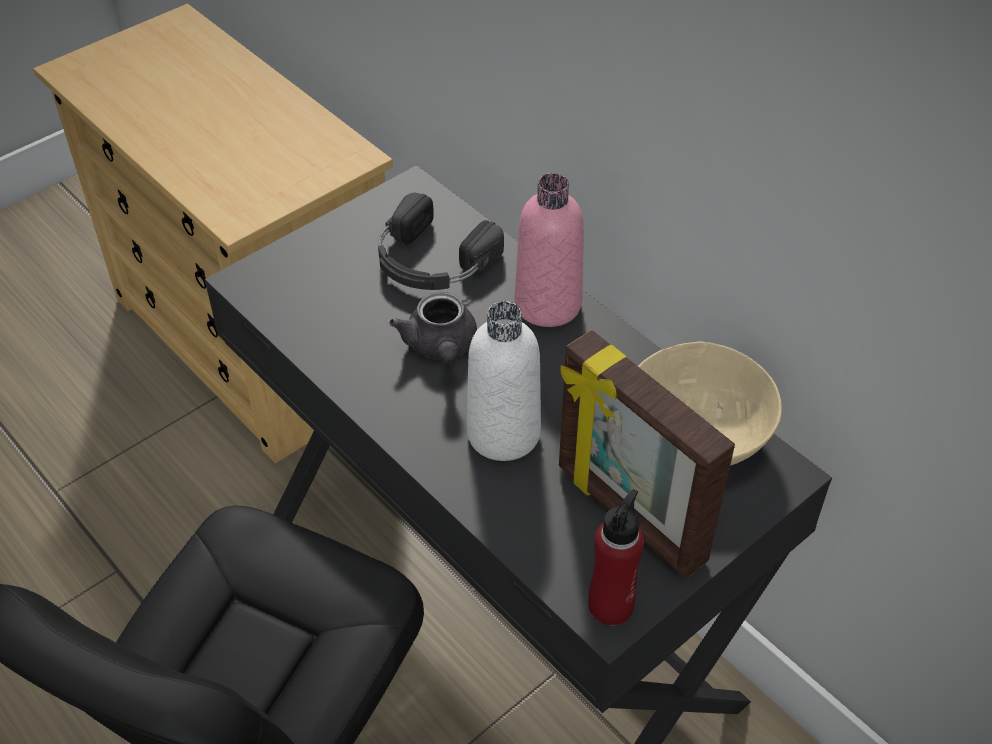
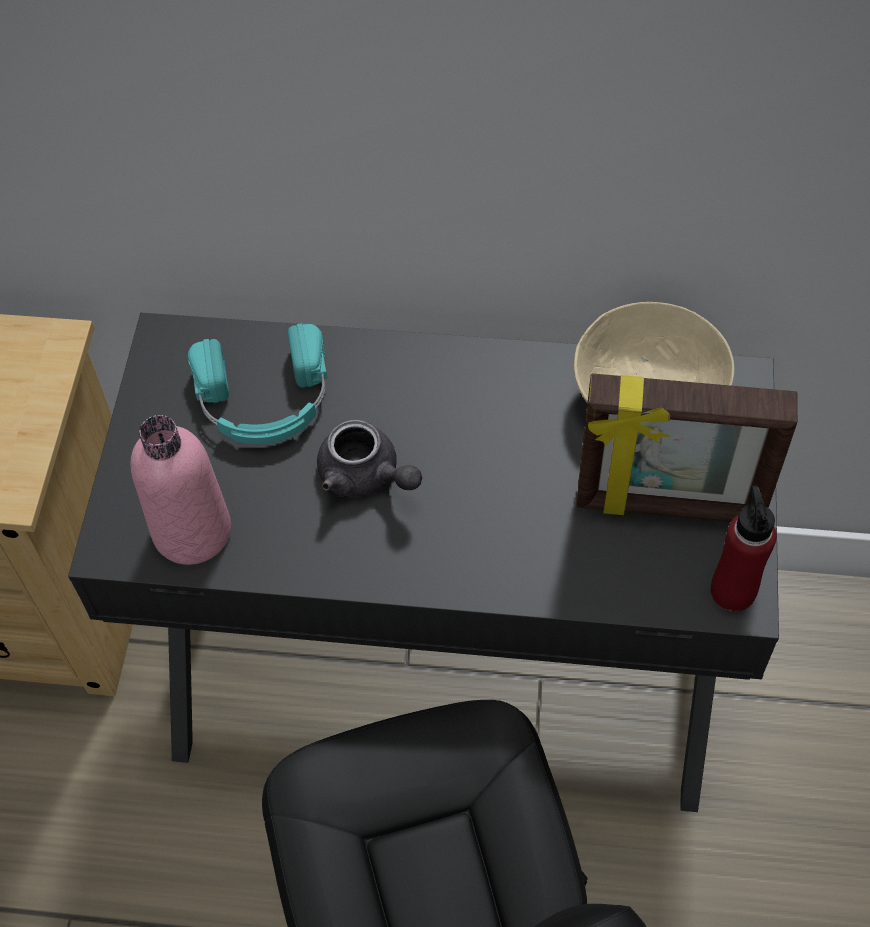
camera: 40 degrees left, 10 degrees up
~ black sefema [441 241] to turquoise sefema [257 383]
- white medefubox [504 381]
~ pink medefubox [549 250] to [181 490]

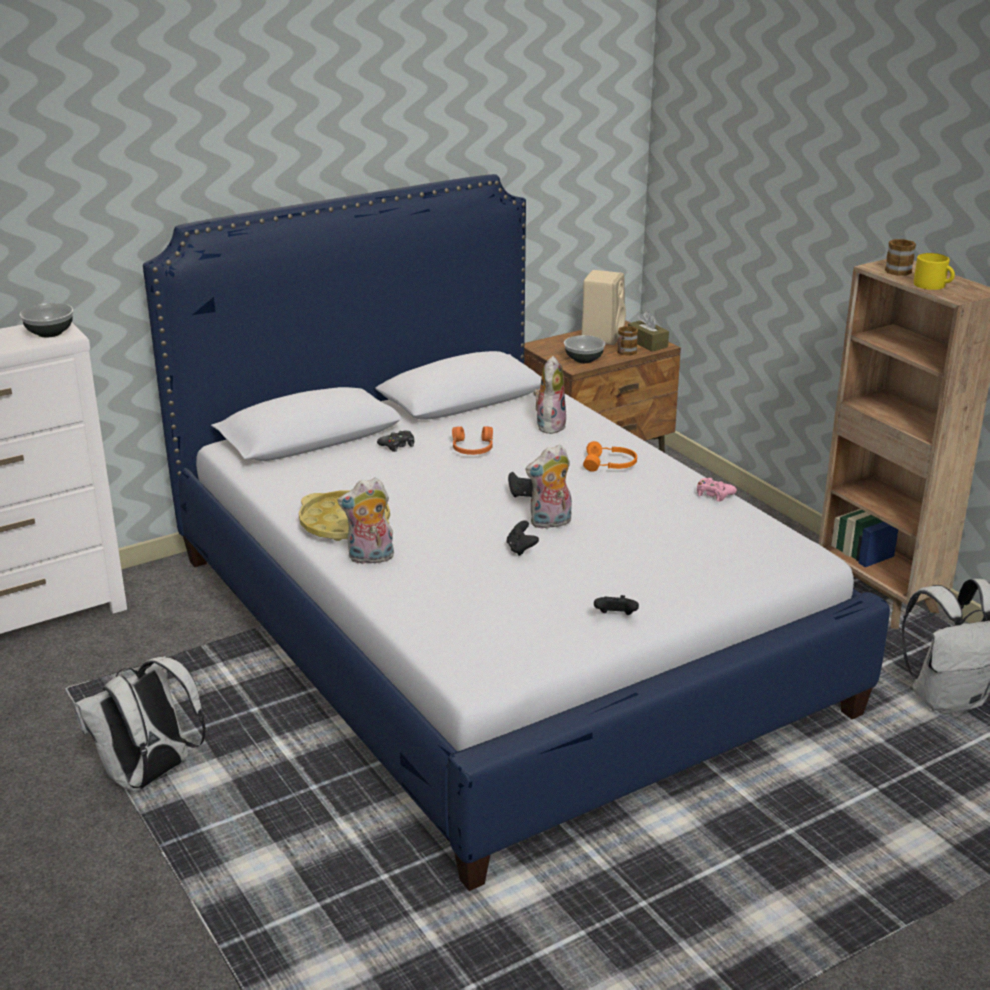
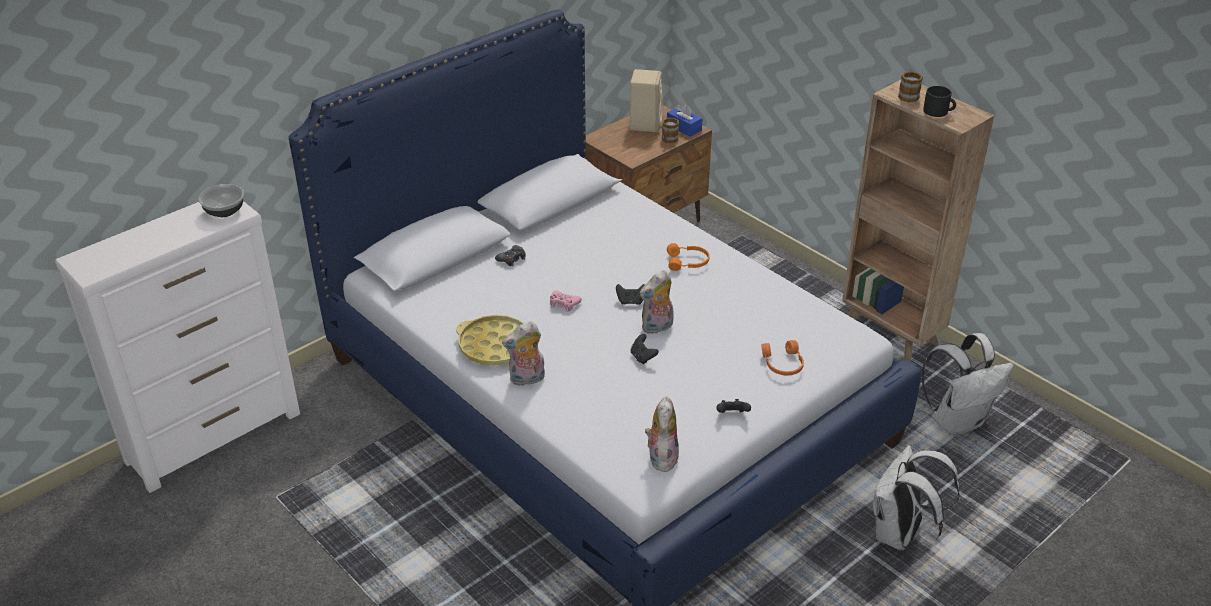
camera: 10 degrees left, 10 degrees up
~ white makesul [140 724] to [916 497]
~ orange sefema [472 440] to [782 357]
~ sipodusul [549 395] to [662 434]
- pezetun [584 349]
~ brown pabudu [648 331] to blue pabudu [685 120]
~ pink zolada [717 489] to [566 301]
~ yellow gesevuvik [934 271] to black gesevuvik [939 101]

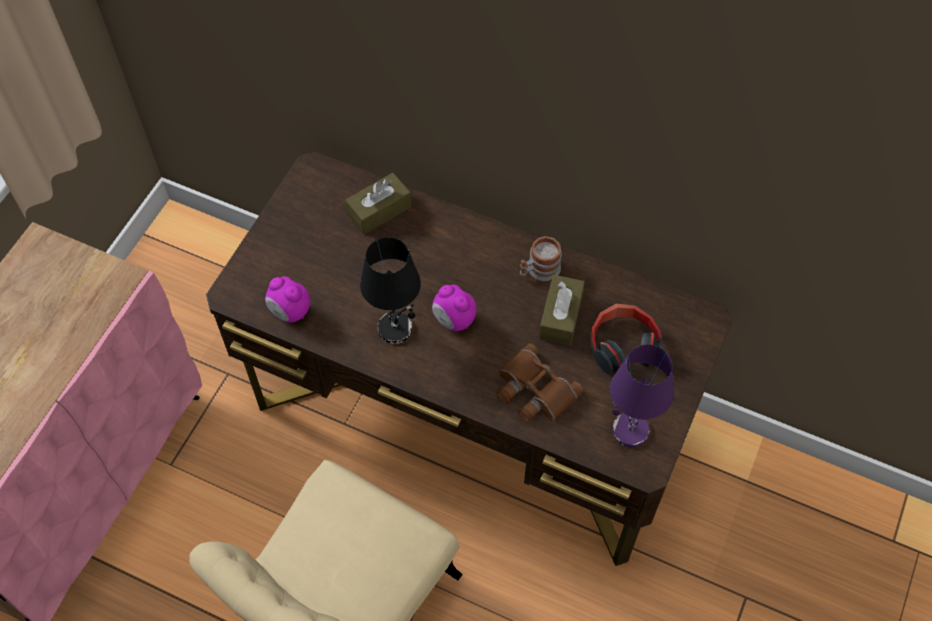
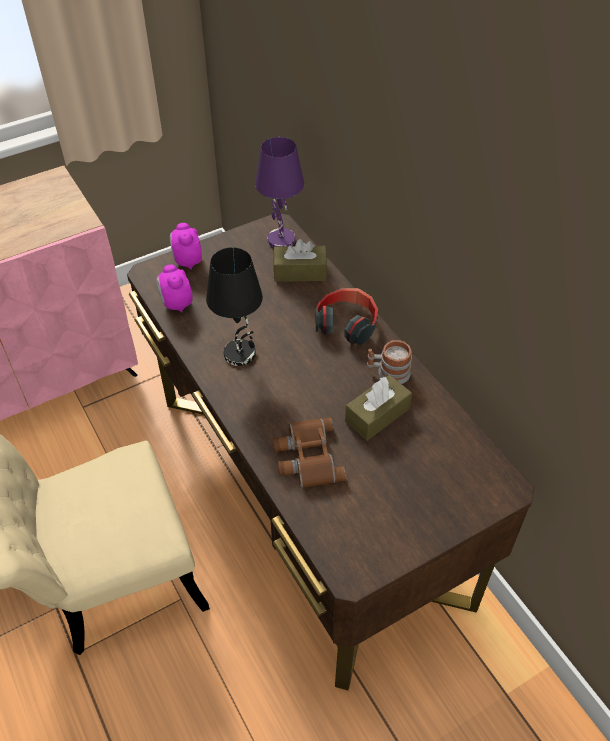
camera: 35 degrees right, 10 degrees down
~ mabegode [454 308] to [186 246]
~ sefema [626 339] to [347 316]
~ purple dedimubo [642 395] to [279 192]

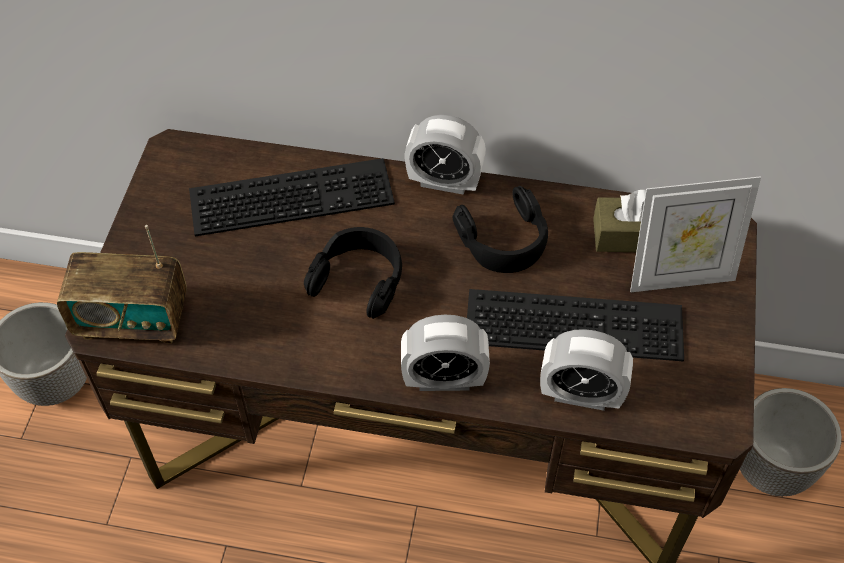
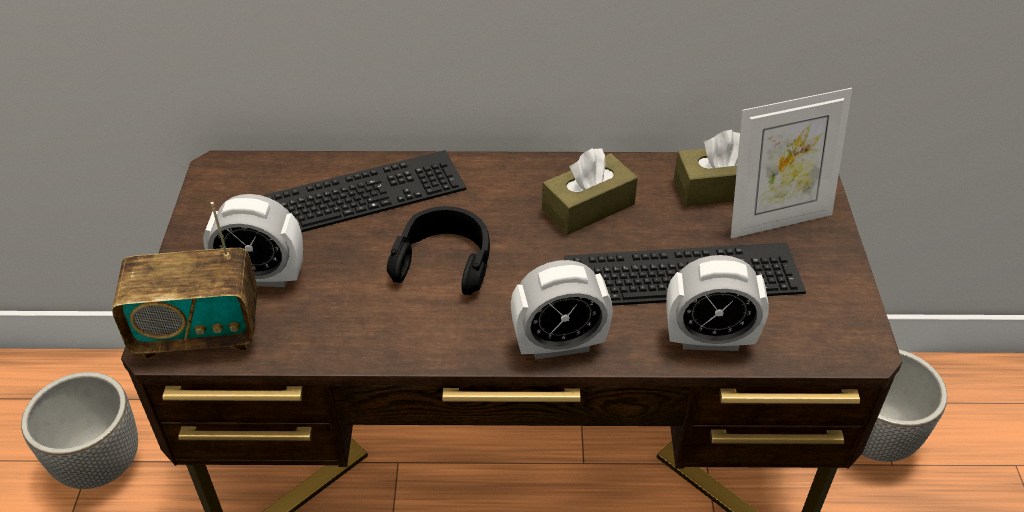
camera: 10 degrees left, 10 degrees down
~ mabegode [445 155] to [253 240]
~ black sefema [500 229] to brown pabudu [590 191]

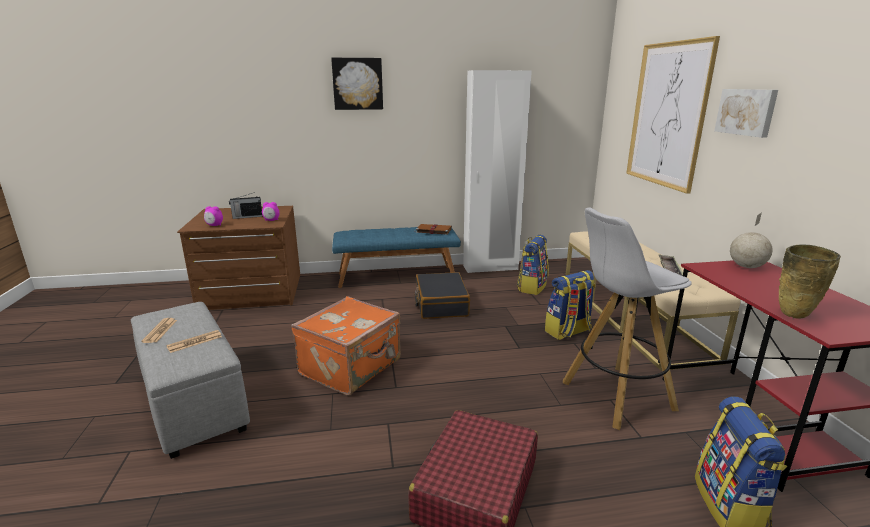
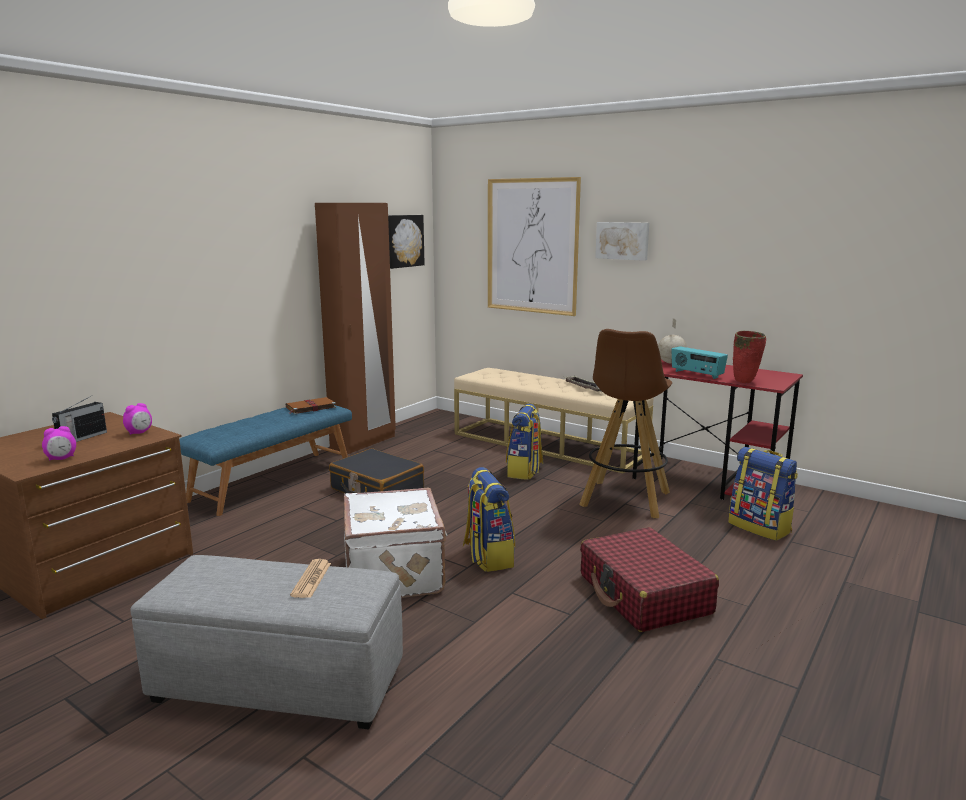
camera: 45 degrees left, 5 degrees down
- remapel [159 330]
~ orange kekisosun [346 345] to white kekisosun [396 542]
~ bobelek [357 84] to [406 242]
~ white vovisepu [497 171] to brown vovisepu [355 328]
~ makesul [533 265] to [489 519]
~ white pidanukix [627 319] to brown pidanukix [625 424]
~ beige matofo [810 282] to red matofo [749 357]
+ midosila [700 362]

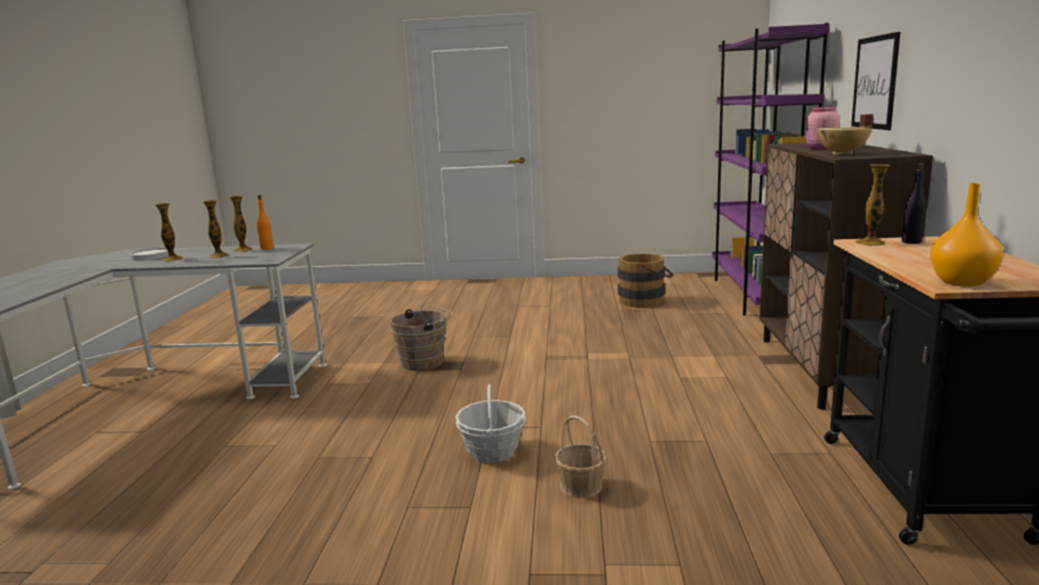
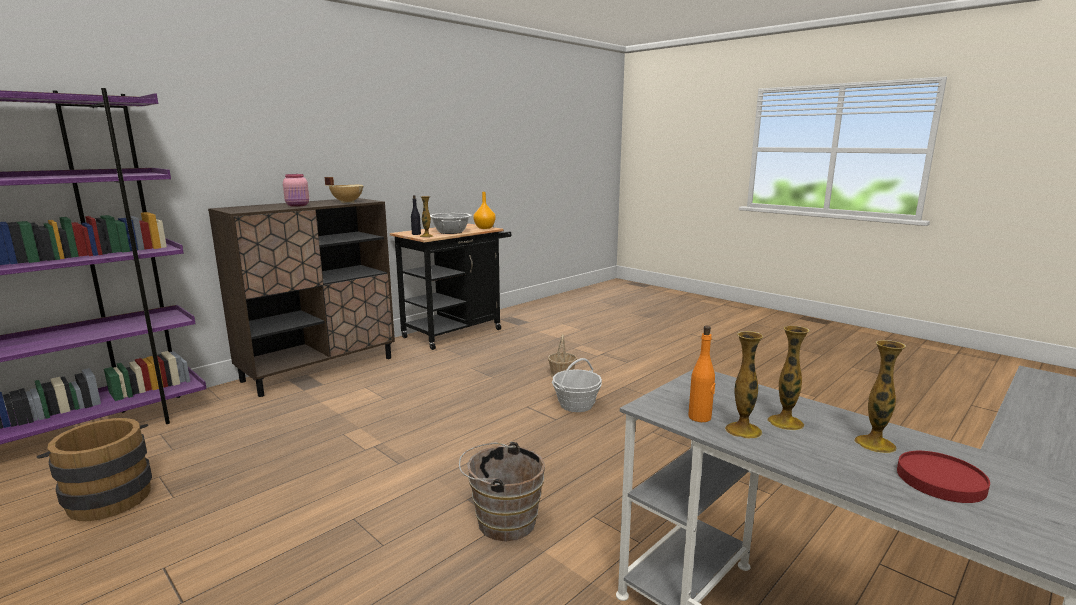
camera: 140 degrees left, 0 degrees up
~ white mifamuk [149 254] to red mifamuk [943 477]
- bobelek [875 81]
+ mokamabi [451 223]

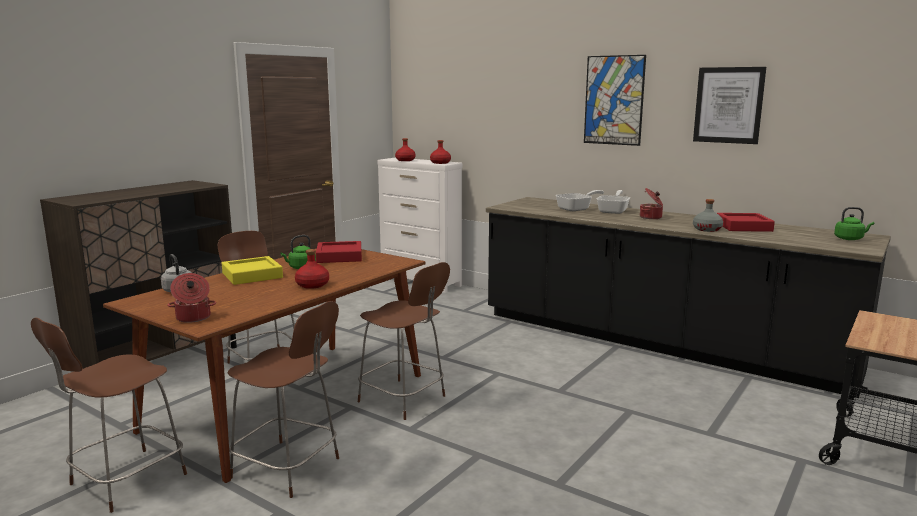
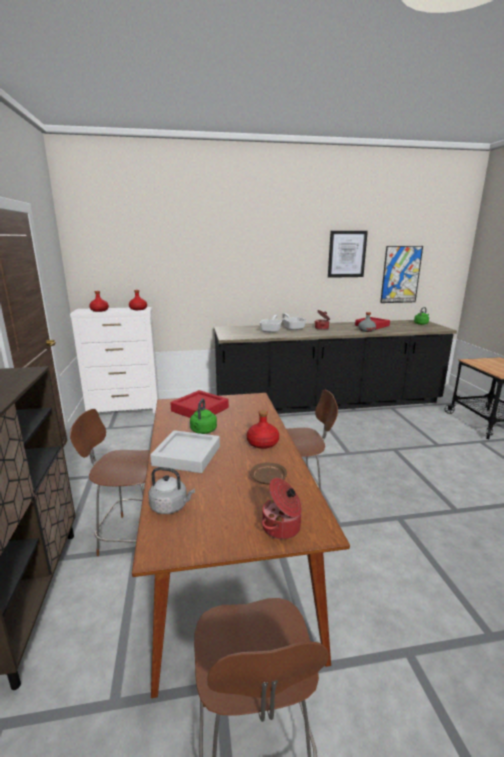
camera: 45 degrees left, 5 degrees up
~ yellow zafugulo [252 270] to grey zafugulo [185 451]
- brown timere [283 399]
~ bobelek [615 100] to [401 274]
+ brown mifamuk [268 473]

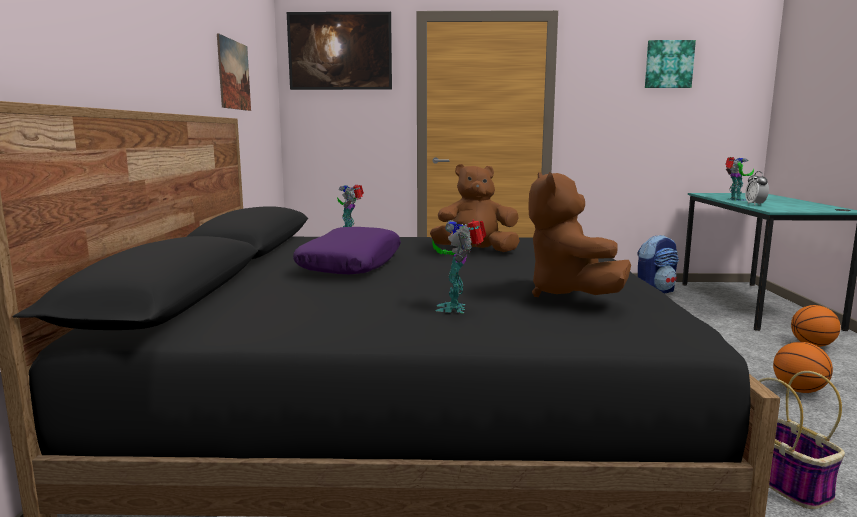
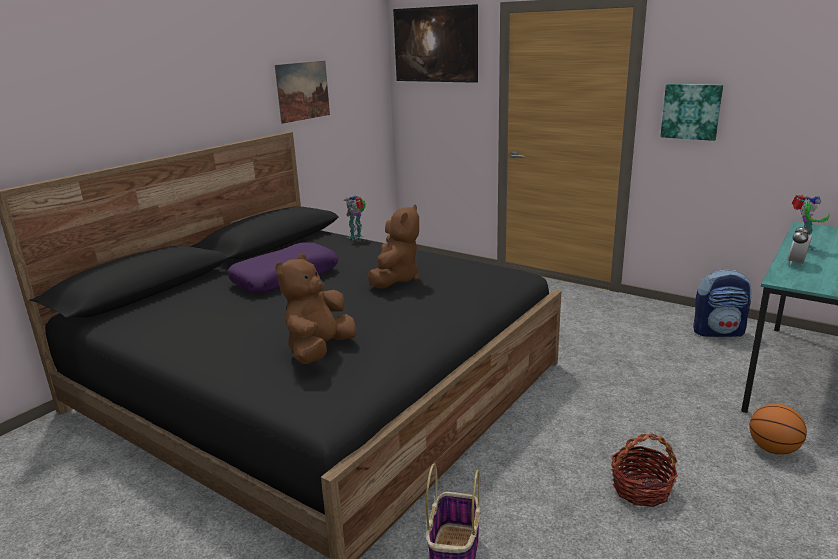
camera: 35 degrees right, 10 degrees up
~ brown sipodusul [475 208] = [393 246] 75 degrees clockwise
- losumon [459 266]
~ bobelek [670 64] to [691 112]
~ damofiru [803 367] to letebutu [644 470]

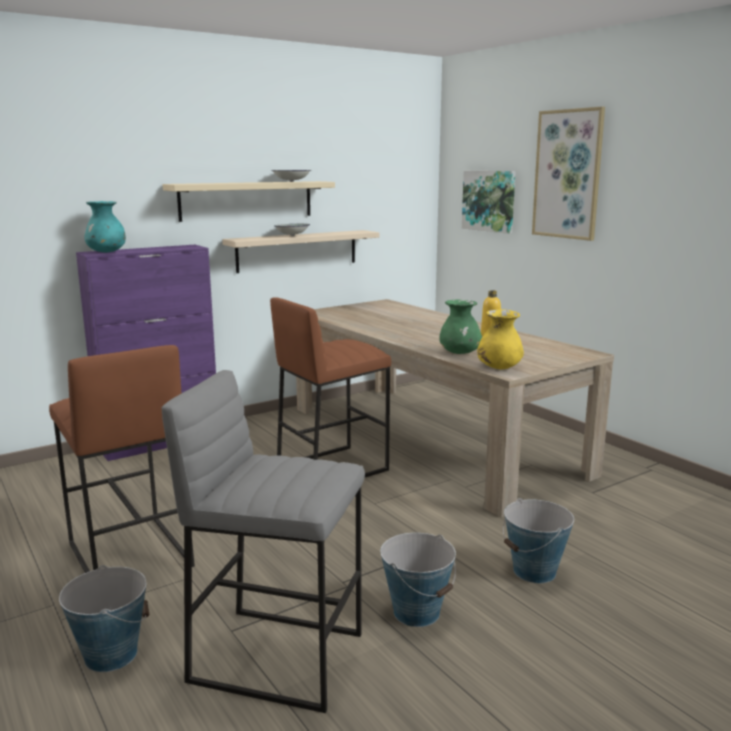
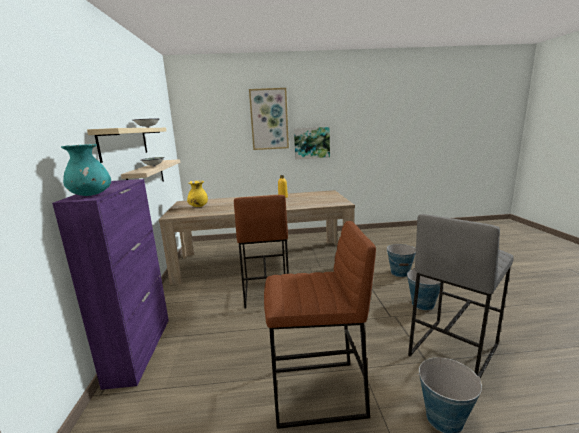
camera: 60 degrees left, 0 degrees up
- green matofo [461 326]
~ bobelek [489 202] to [312 143]
~ yellow matofo [500 339] to [197 194]

